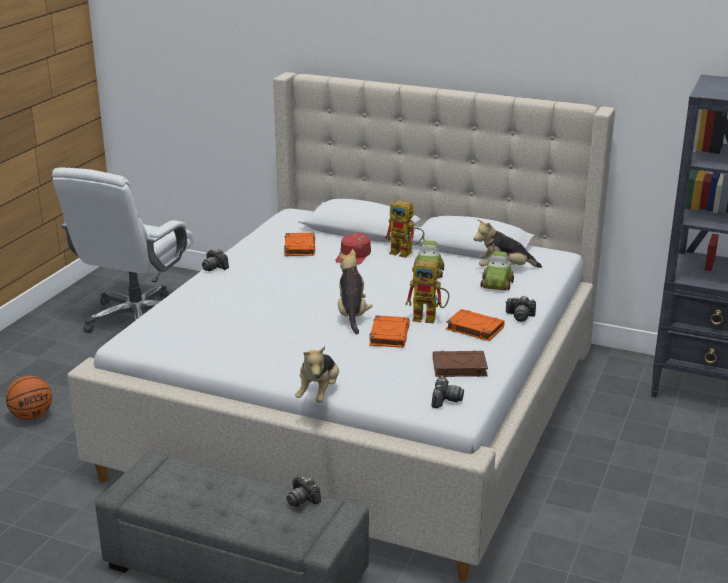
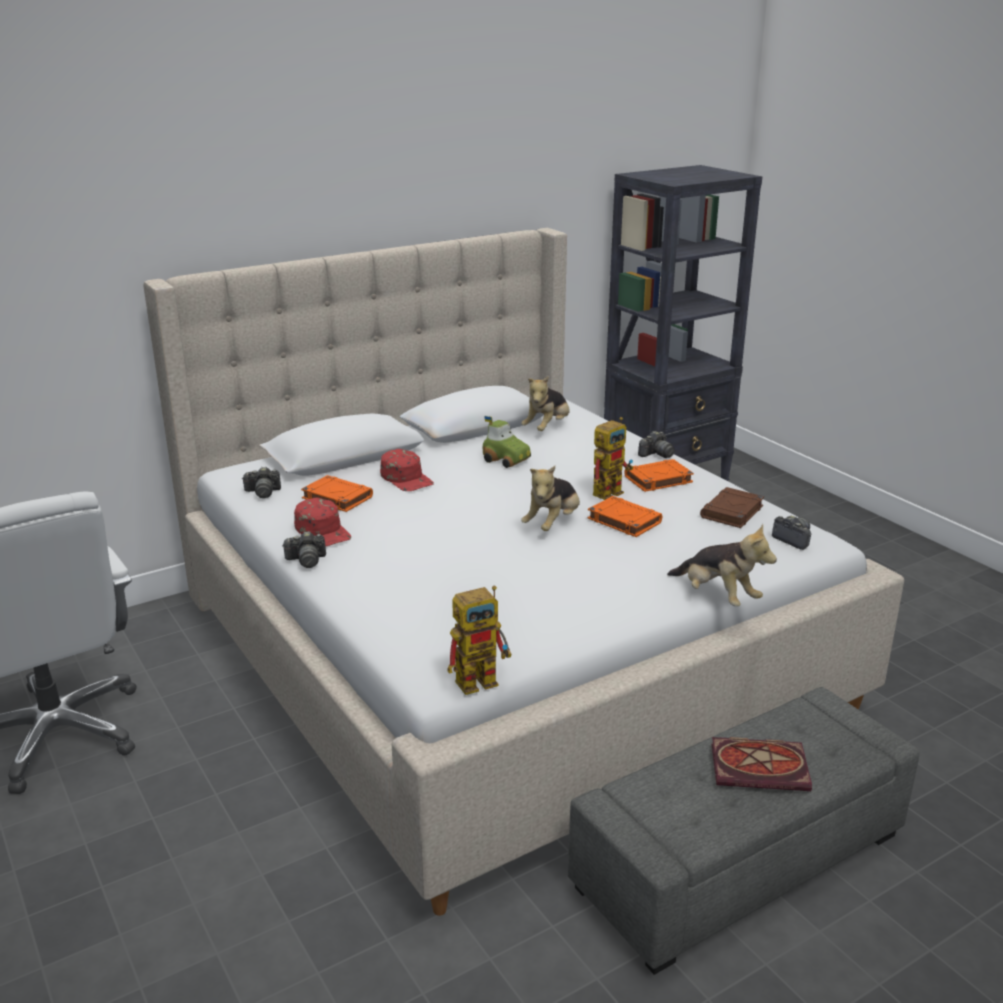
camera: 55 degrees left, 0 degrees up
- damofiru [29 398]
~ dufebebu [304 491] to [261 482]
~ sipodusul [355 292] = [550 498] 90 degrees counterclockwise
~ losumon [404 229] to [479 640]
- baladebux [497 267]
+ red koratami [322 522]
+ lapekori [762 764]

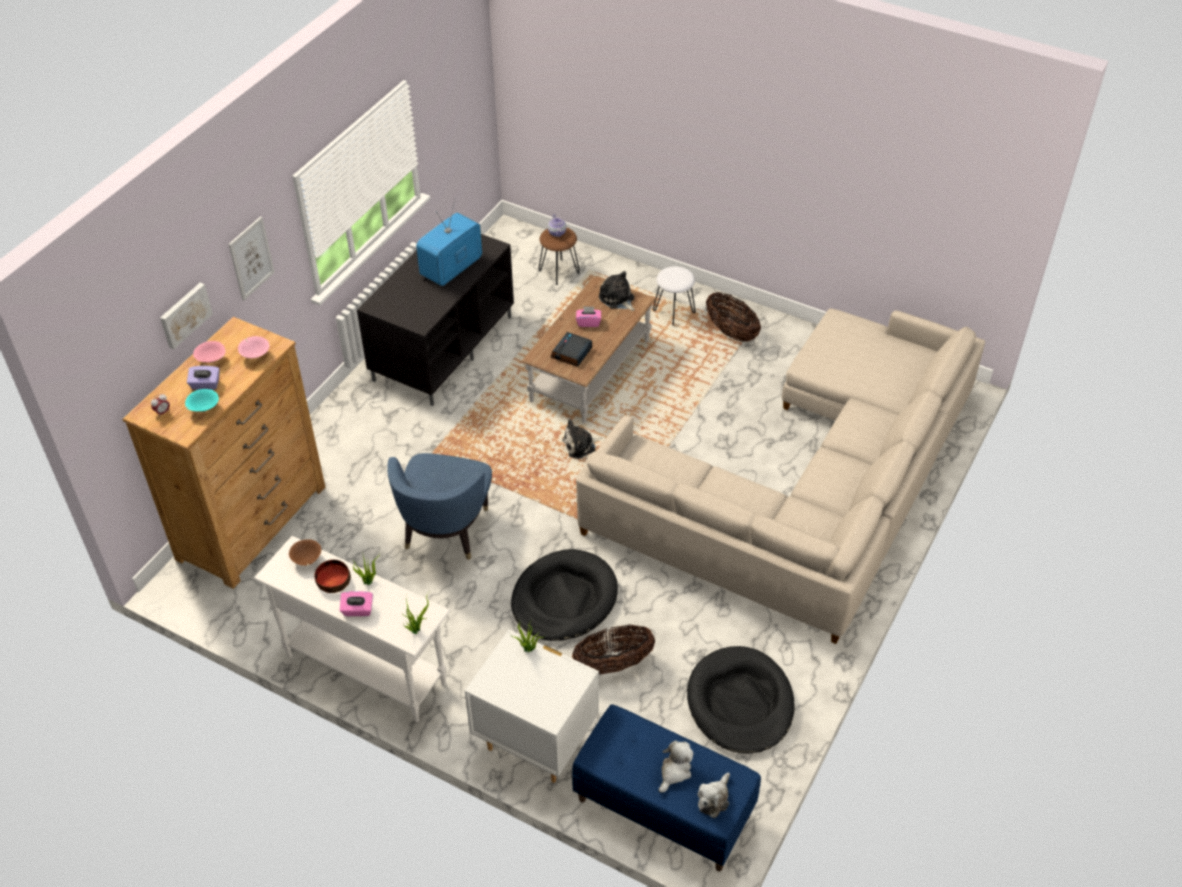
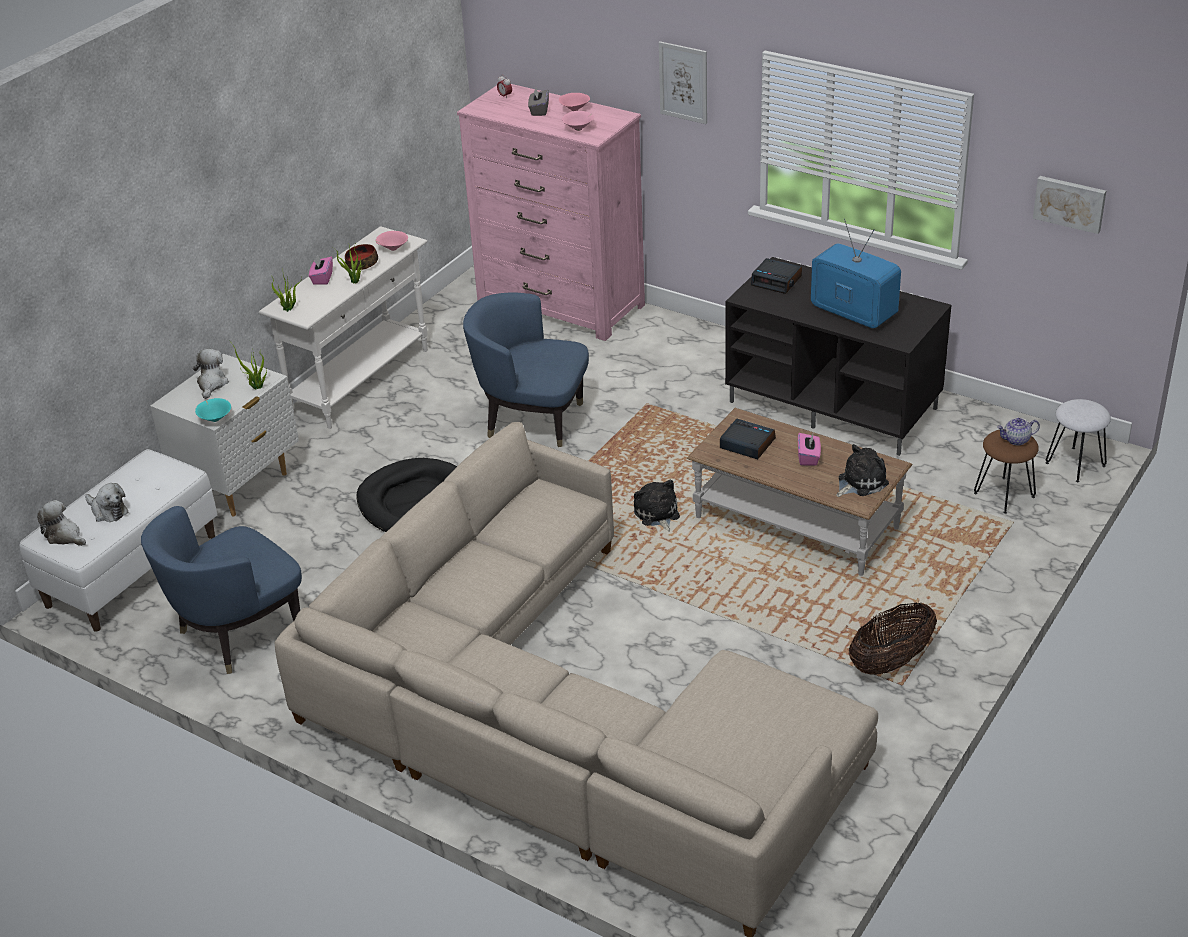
camera: 95 degrees right, 10 degrees down
~ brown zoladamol [223 453] to pink zoladamol [551 212]
~ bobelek [186 316] to [1069 205]
~ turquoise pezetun [202 400] to [213 410]
~ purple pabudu [203 378] to grey pabudu [538 102]
~ brown pezetun [305 552] to pink pezetun [392 241]
- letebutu [613 649]
~ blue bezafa [666 788] to white bezafa [118 540]
~ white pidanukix [674 295] to [1078 440]
~ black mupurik [741 700] to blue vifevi [221 590]
+ sipodusul [211 374]
+ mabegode [776 276]

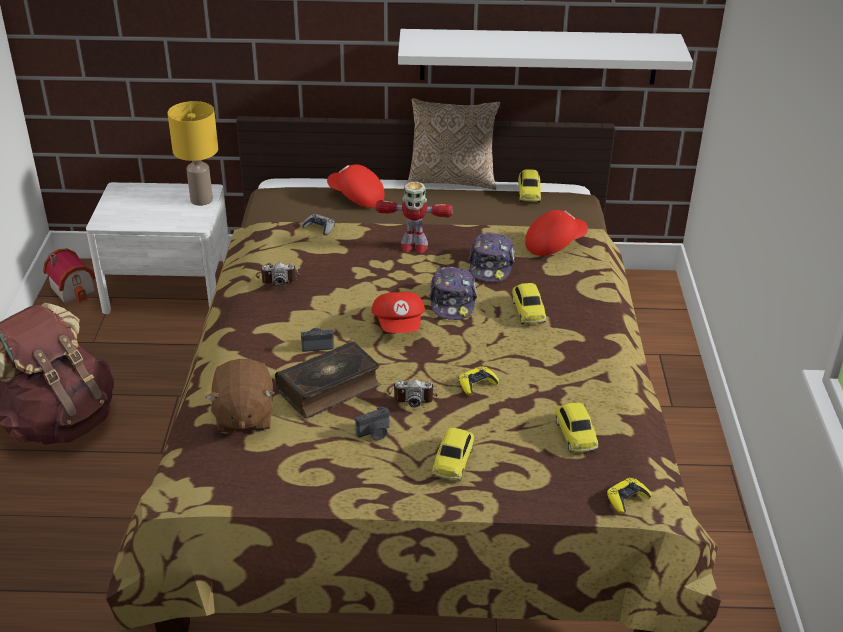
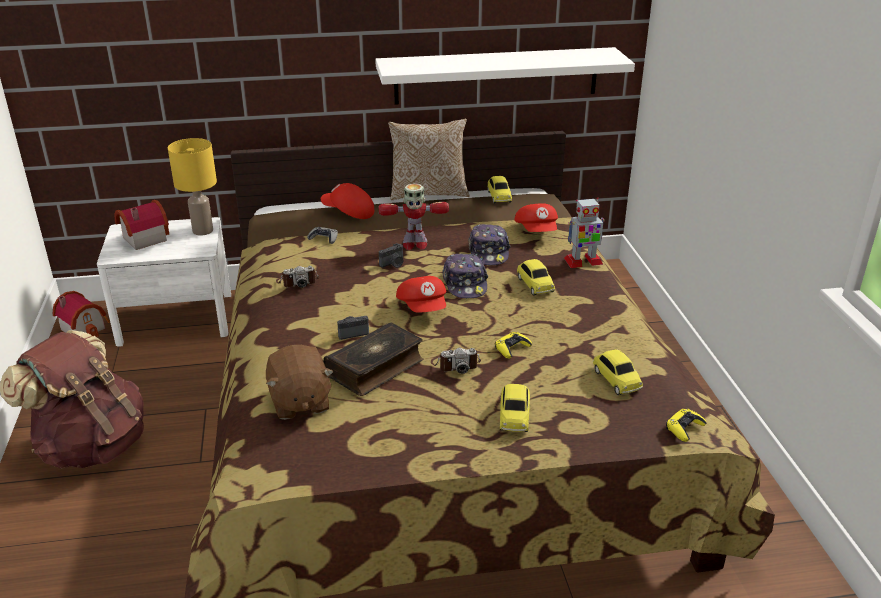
camera: 10 degrees left, 5 degrees down
~ dufebebu [372 423] to [391 255]
~ red koratami [556 233] = [536 217] 120 degrees clockwise
+ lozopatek [141 225]
+ losumon [584 232]

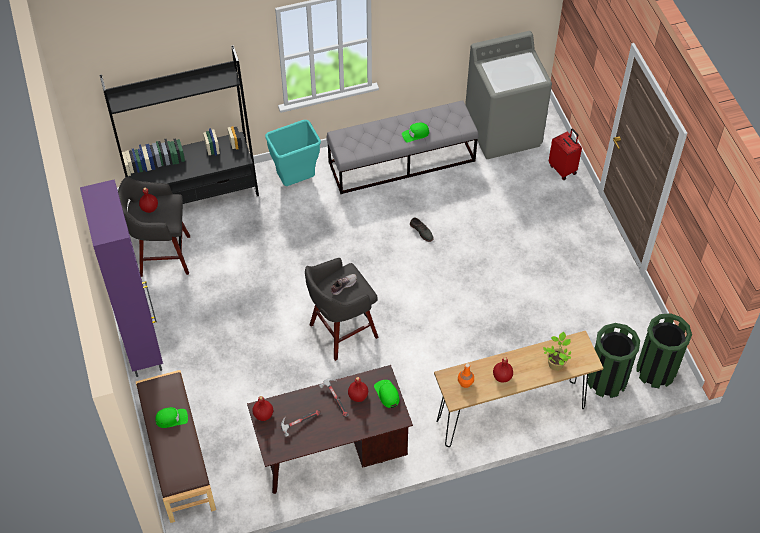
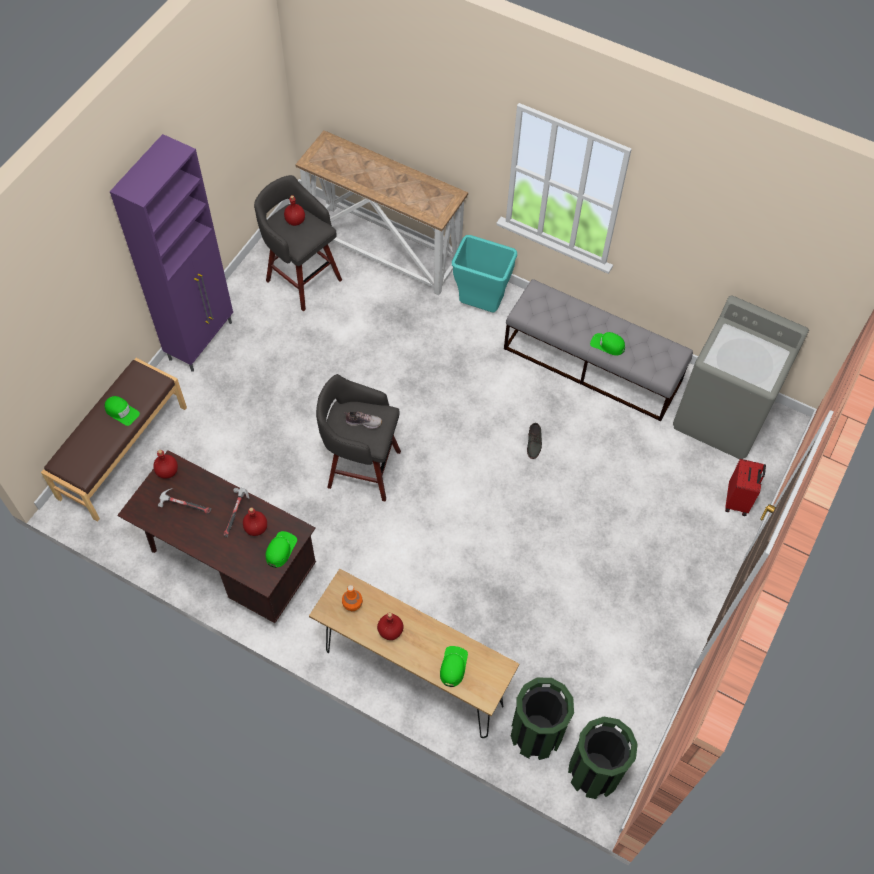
camera: 45 degrees right, 5 degrees up
~ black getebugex [179 125] to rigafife [381 212]
~ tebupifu [557 351] to green koratami [454 666]

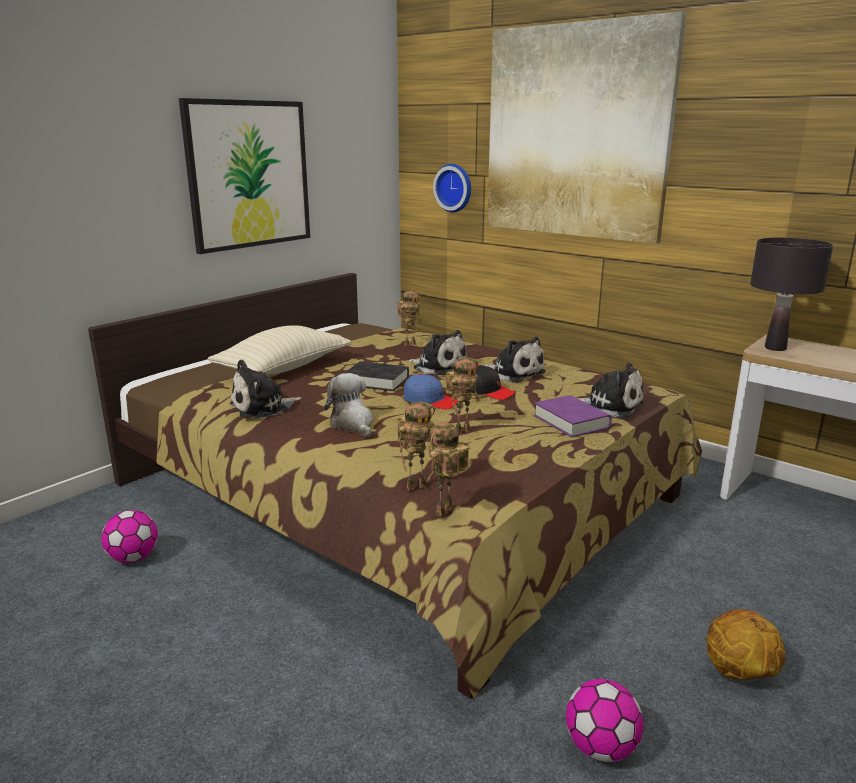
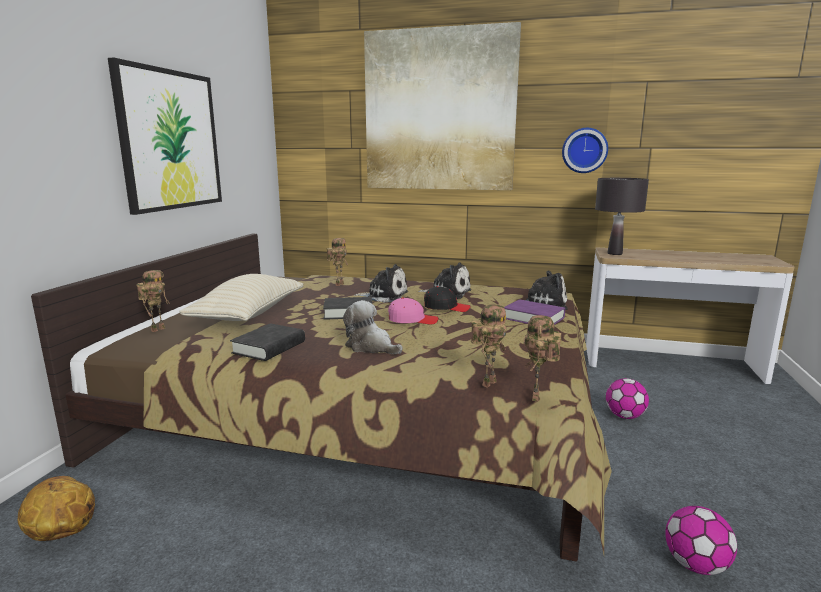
camera: 25 degrees left, 5 degrees down
~ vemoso [129 536] to [627 398]
~ sipodusul [265 388] to black lapekori [267 342]
~ blue koratami [431 391] to pink koratami [413 310]
~ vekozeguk [452 188] to [585 150]
~ losumon [463 396] to [153 301]
~ damofiru [746 644] to [56 508]

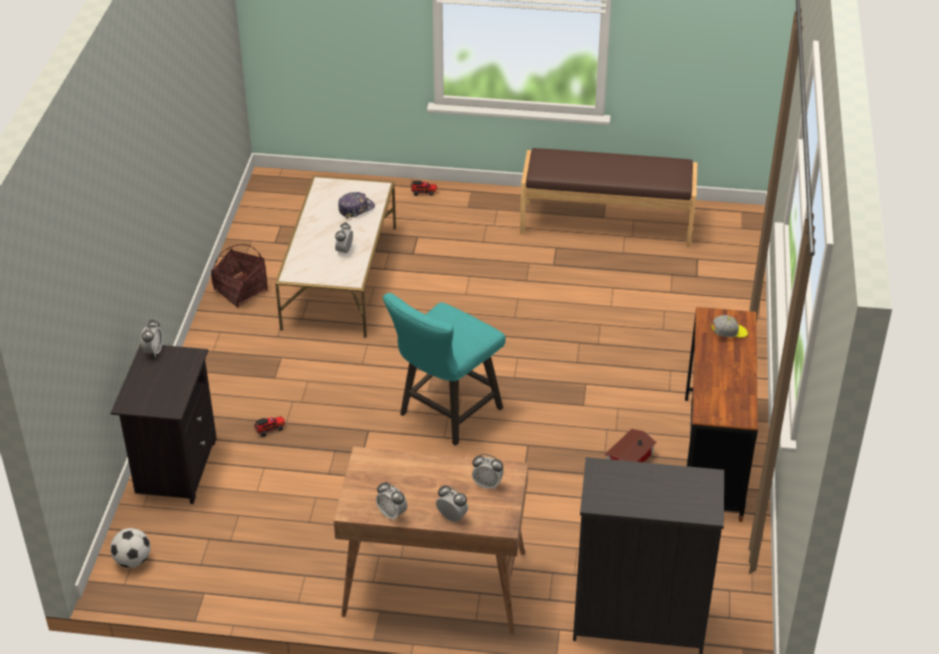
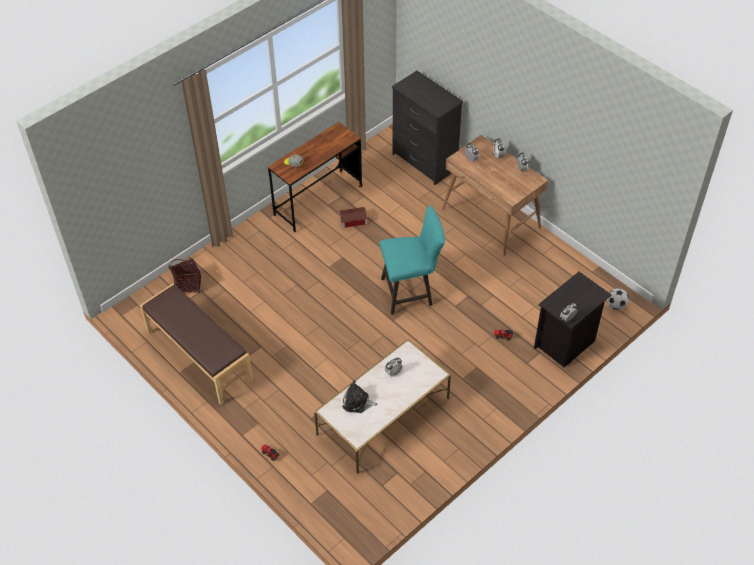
camera: 140 degrees left, 10 degrees up
~ letebutu [239 276] to [184 275]
~ koratami [356 205] to sipodusul [360 396]

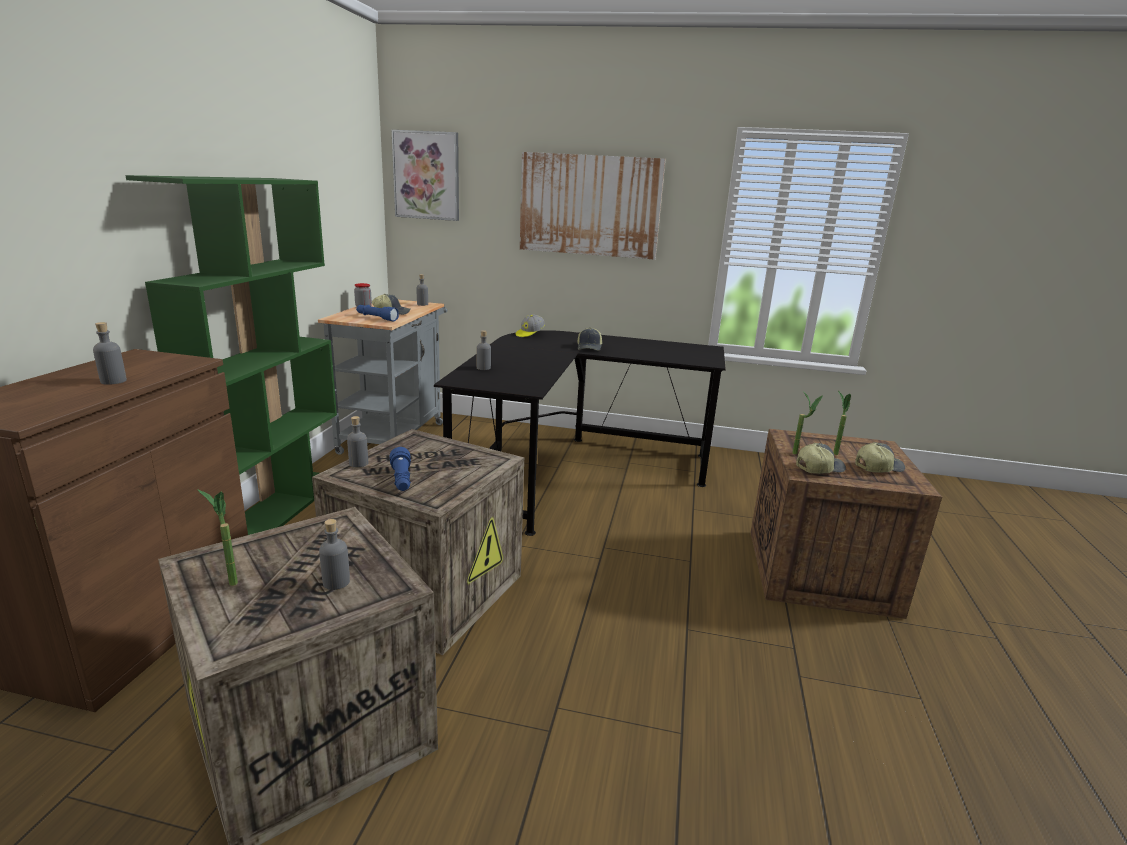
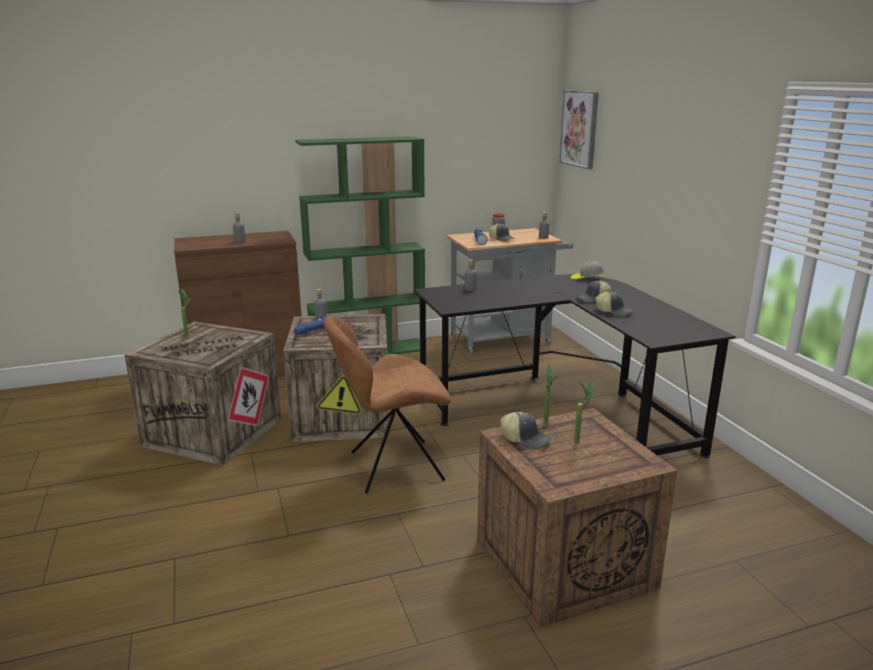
camera: 60 degrees right, 0 degrees up
- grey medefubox [334 554]
- bobelek [592 206]
~ koratami [880 457] to [614 304]
+ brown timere [387 404]

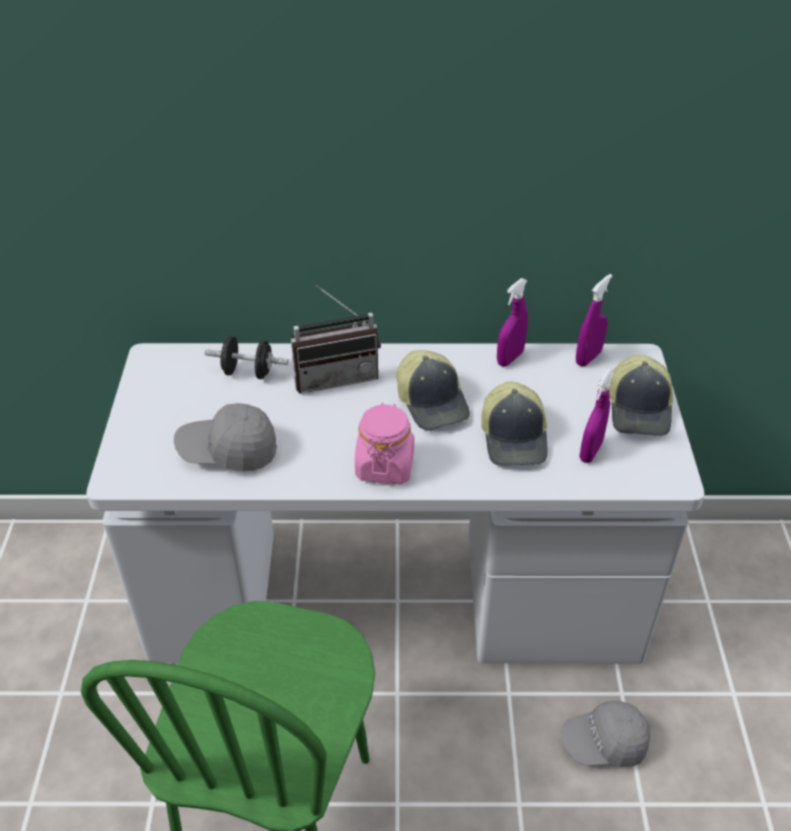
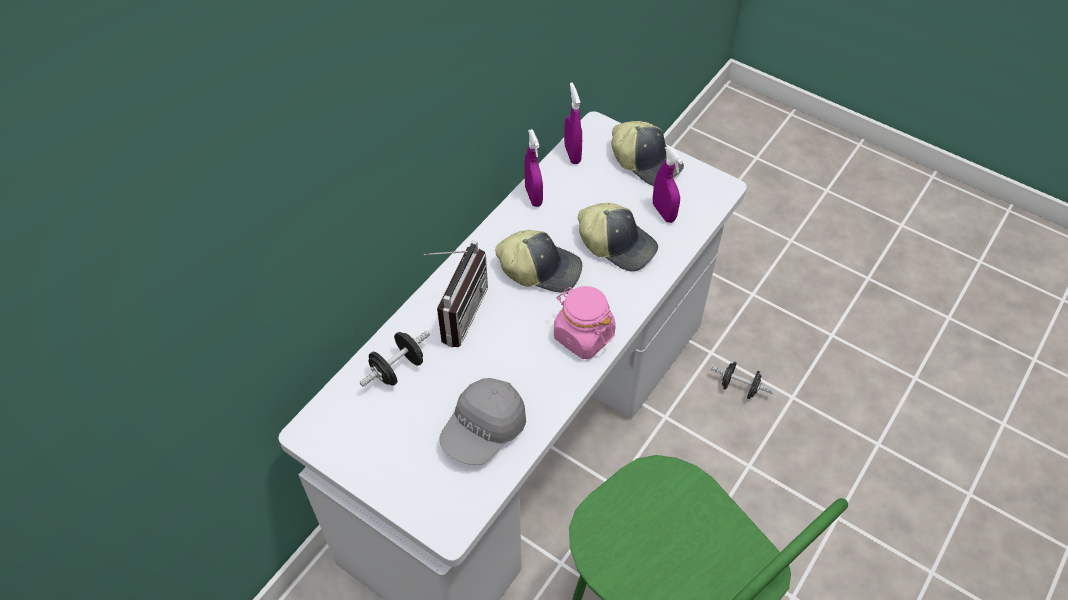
camera: 55 degrees left, 10 degrees up
~ grey koratami [605 734] to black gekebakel [742 380]

